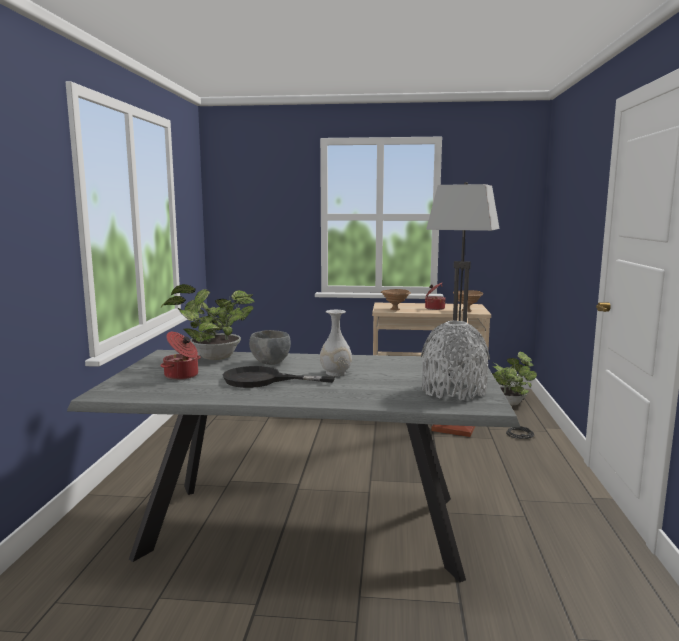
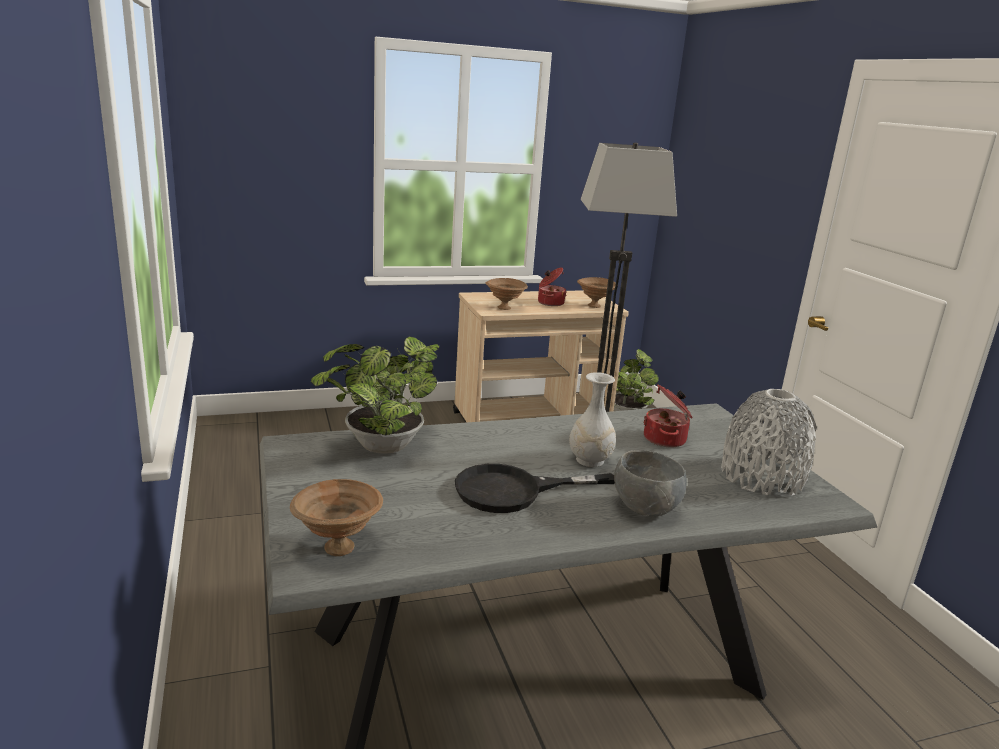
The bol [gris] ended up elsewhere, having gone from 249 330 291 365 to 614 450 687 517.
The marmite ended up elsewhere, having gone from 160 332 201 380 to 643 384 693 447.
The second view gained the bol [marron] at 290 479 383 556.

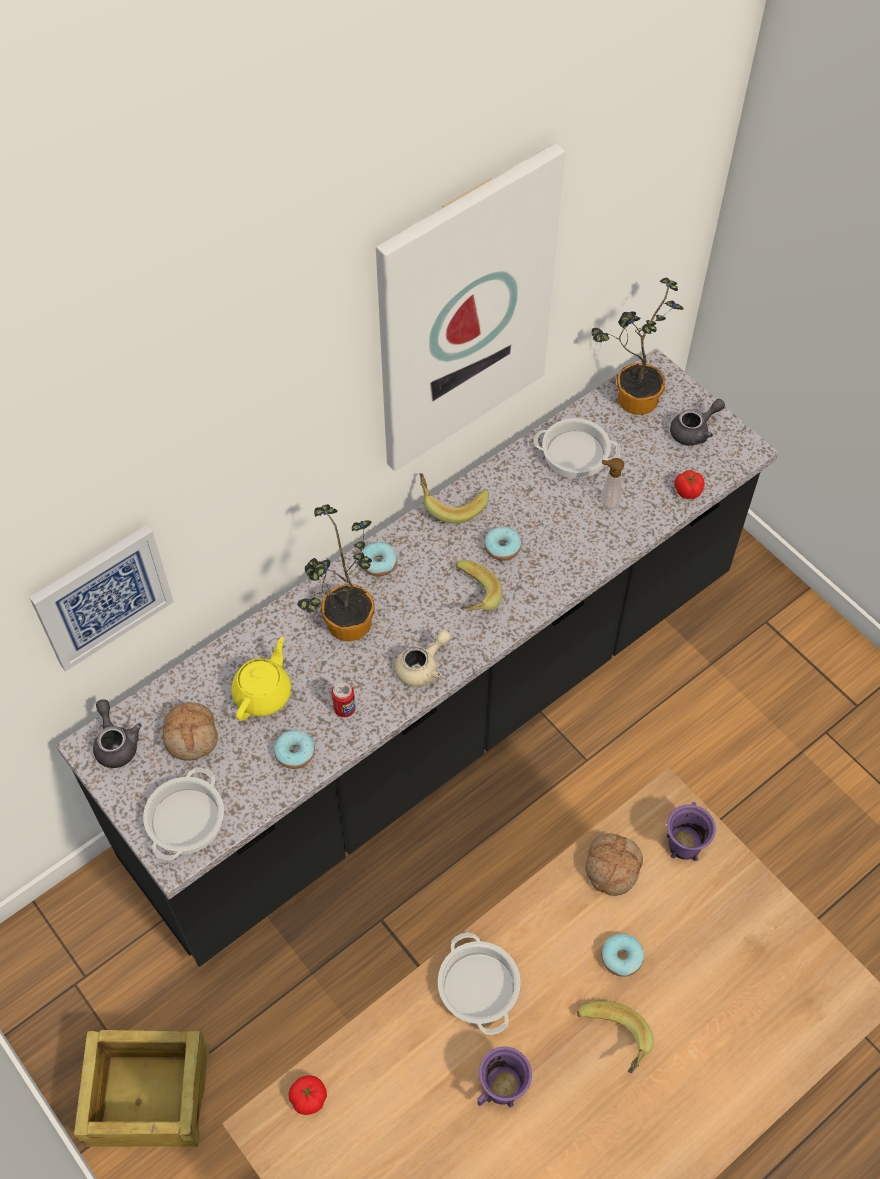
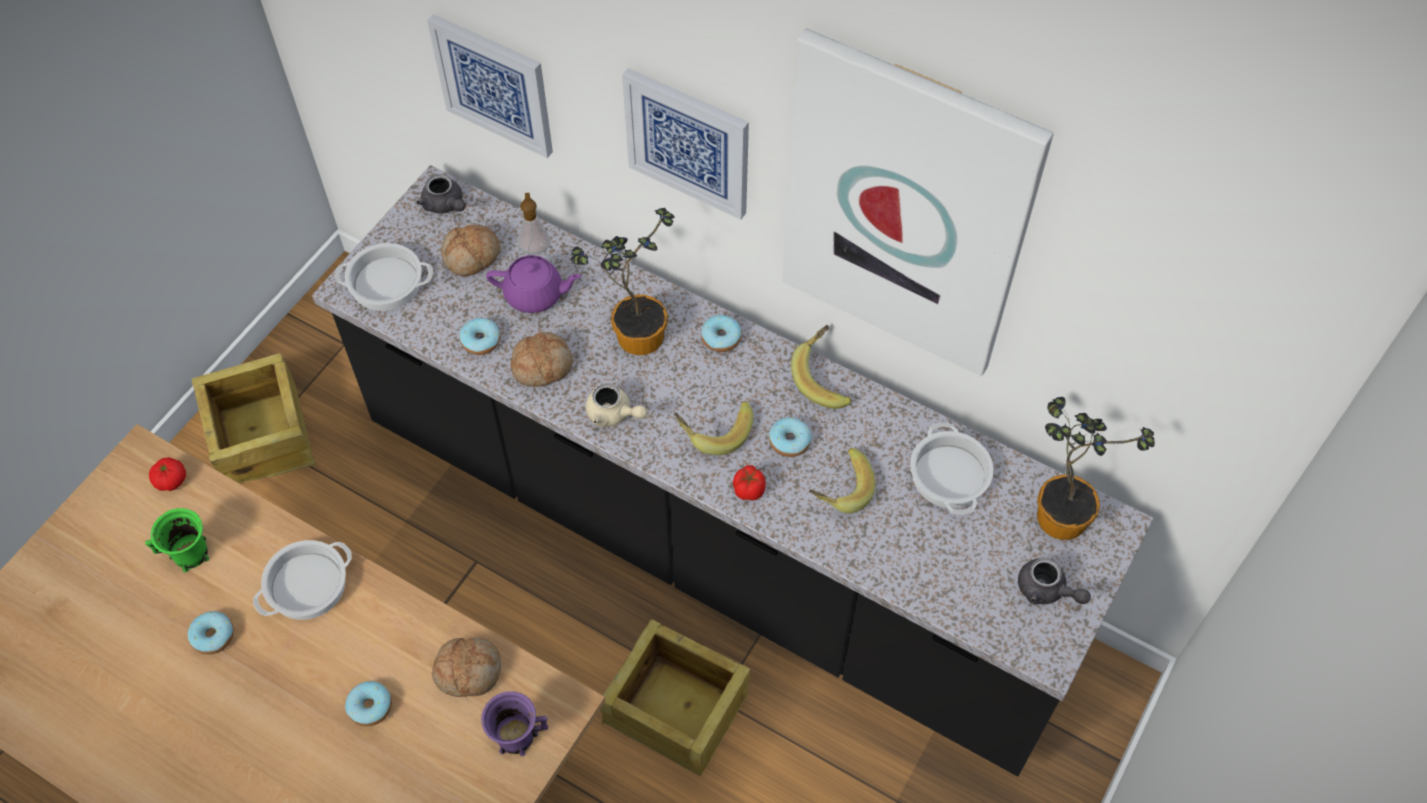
The distributeur de savon ended up elsewhere, having gone from 601 458 624 510 to 518 193 551 255.
The tomate ended up elsewhere, having gone from 674 470 704 499 to 733 465 766 501.
What was the théière [jaune] at 231 637 291 721 turned into the théière [violet] at 486 255 582 313.
Where the boîte métallique stood at 332 682 356 717, the pain came to stand at 510 332 572 387.
The théière [gris] at 93 699 142 768 ended up facing another way, 90 degrees clockwise from before.
The banane ended up elsewhere, having gone from 577 1001 654 1073 to 809 448 875 514.
Where the mug [violet] stood at 477 1046 532 1108, the beignet came to stand at 188 611 234 655.
The second view gained the tableau at 622 68 749 220.
The second view gained the mug [vert] at 145 508 209 572.
The second view gained the caisse at 600 619 750 776.

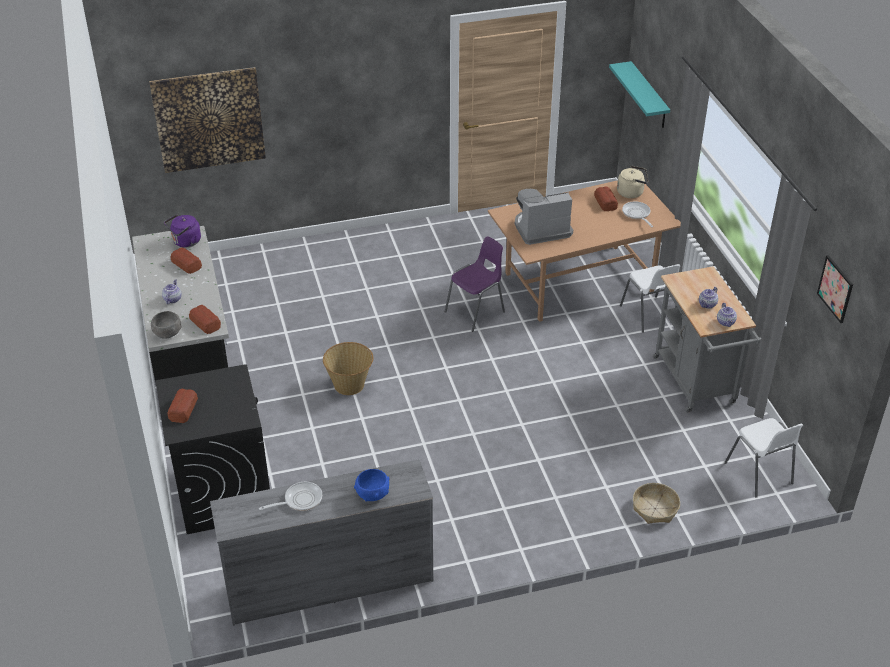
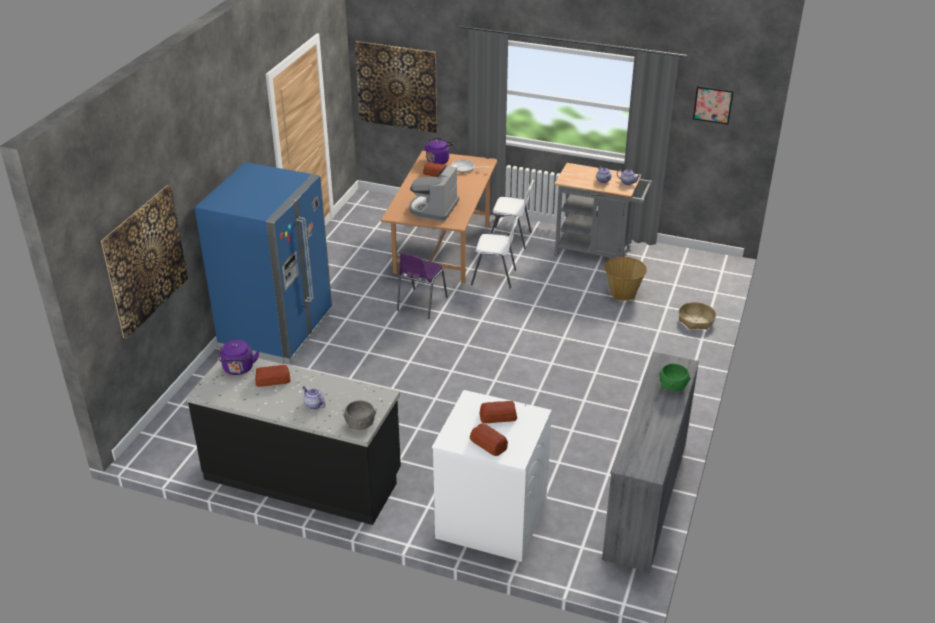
Where the étagère [turquoise] hung at 609 61 670 128, the tableau came to hang at 355 41 437 133.
What was the bouilloire [beige] at 617 166 648 198 turned into the bouilloire [violet] at 424 138 453 164.
The chaise [violet] at 445 236 505 332 ended up facing another way, 150 degrees counterclockwise from before.
The pain ended up elsewhere, having gone from 189 305 221 334 to 480 401 517 423.
The panier ended up elsewhere, having gone from 323 342 373 395 to 604 257 647 301.
What was the lave-linge [noir] at 155 364 270 534 turned into the lave-linge [blanc] at 432 390 552 562.
The chaise [blanc] ended up elsewhere, having gone from 724 418 803 498 to 471 216 518 289.
What was the bol [bleu] at 354 469 390 501 turned into the bol [vert] at 659 364 691 392.
The second view lost the poêle at 259 482 322 511.
The second view gained the réfrigérateur [bleu] at 194 162 332 364.

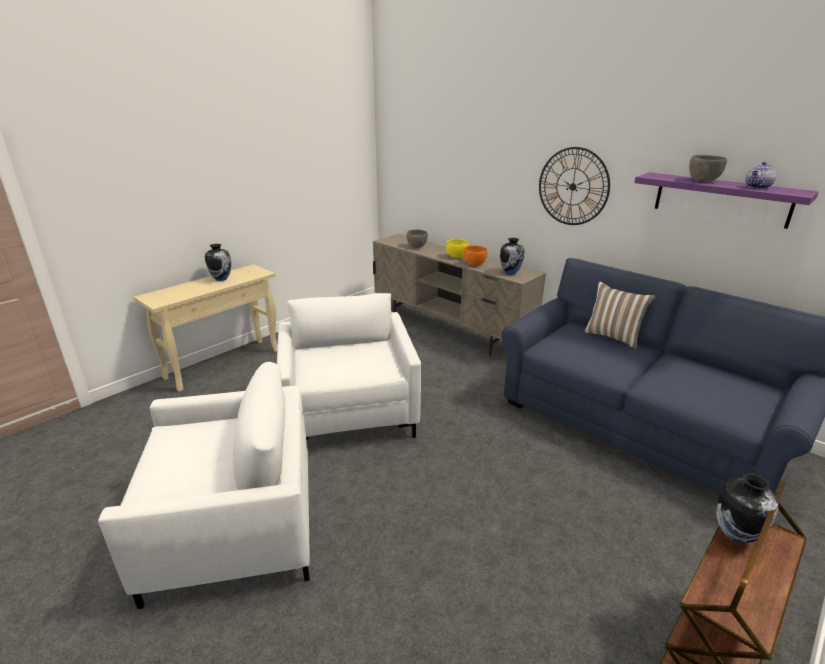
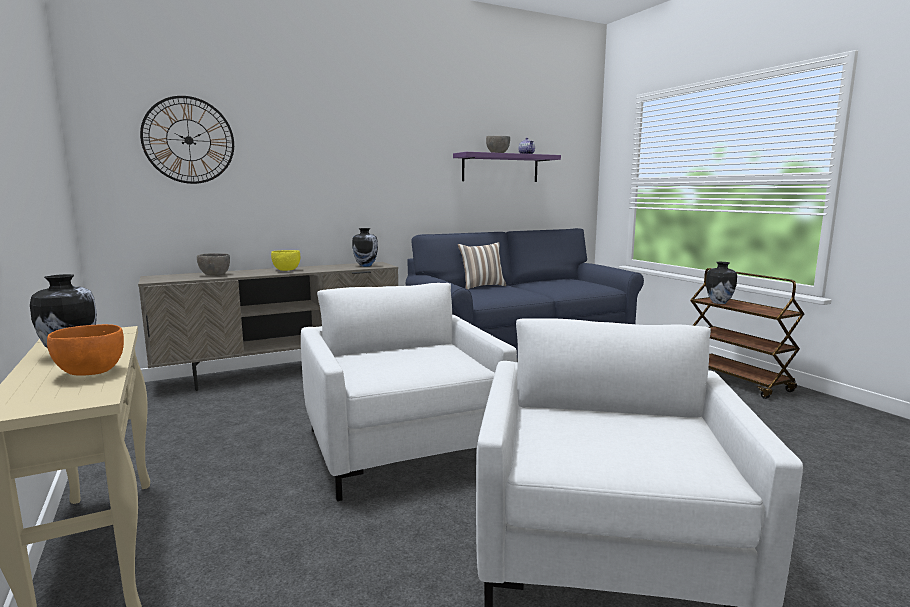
The horloge murale ended up elsewhere, having gone from 539 147 610 225 to 140 96 234 184.
The bol [orange] ended up elsewhere, having gone from 463 245 488 266 to 47 324 124 376.
The fauteuil [blanc] at 277 293 421 440 ended up facing another way, 60 degrees clockwise from before.

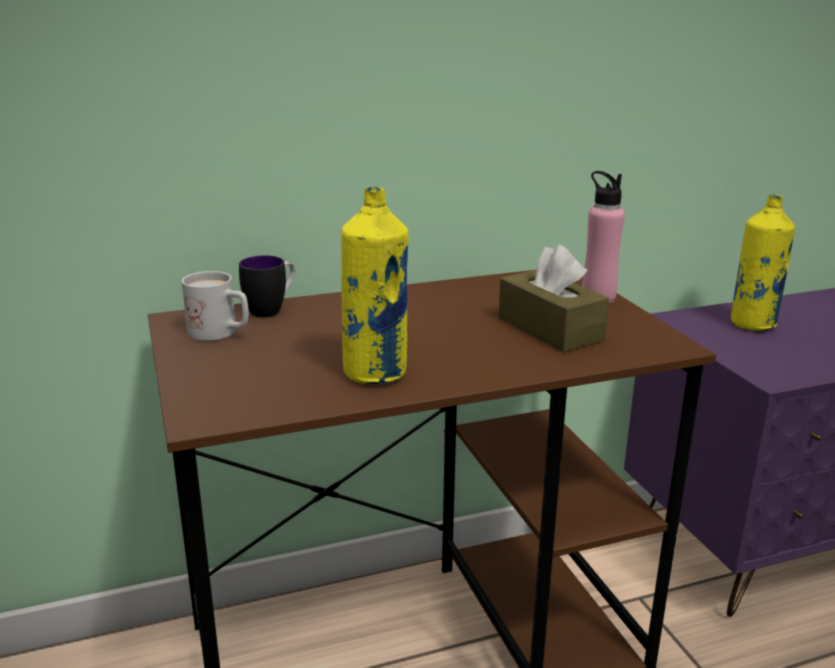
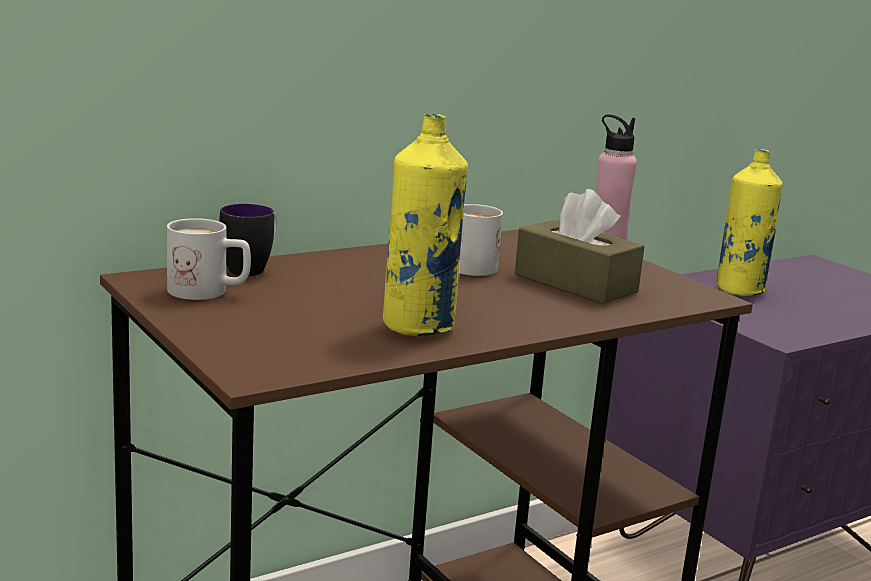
The second view gained the mug [blanc] at 459 204 503 276.

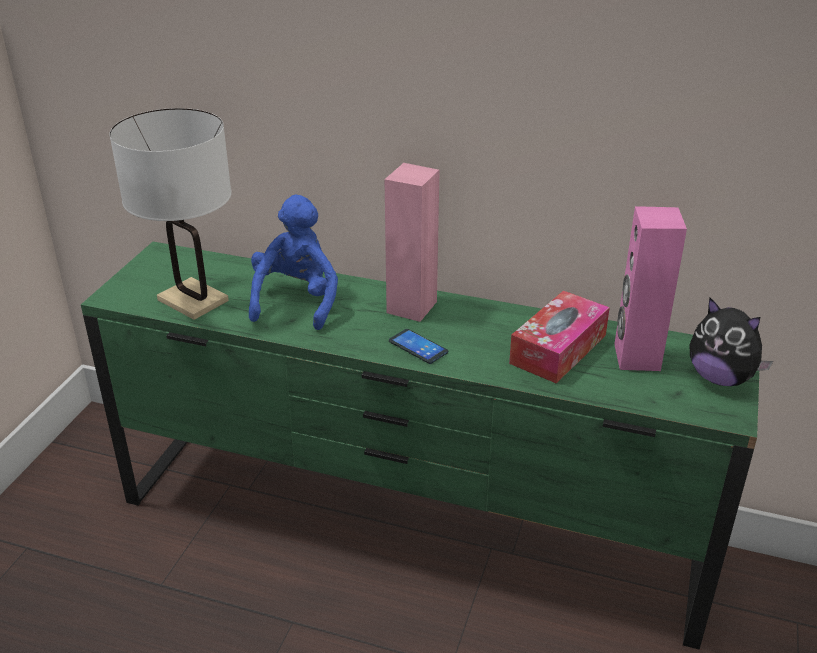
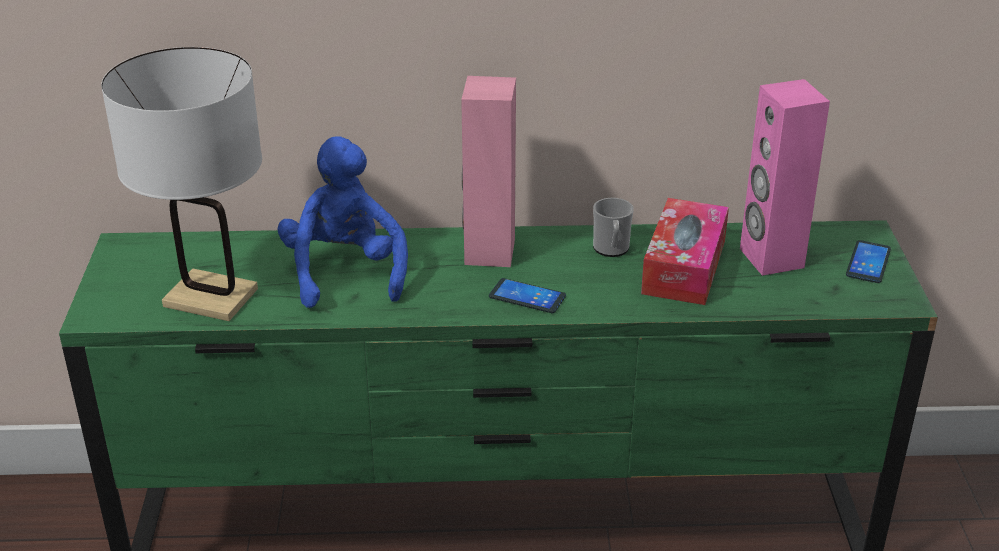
Where the peluche stood at 689 297 773 386, the téléphone came to stand at 846 240 891 283.
The second view gained the mug at 593 198 634 257.

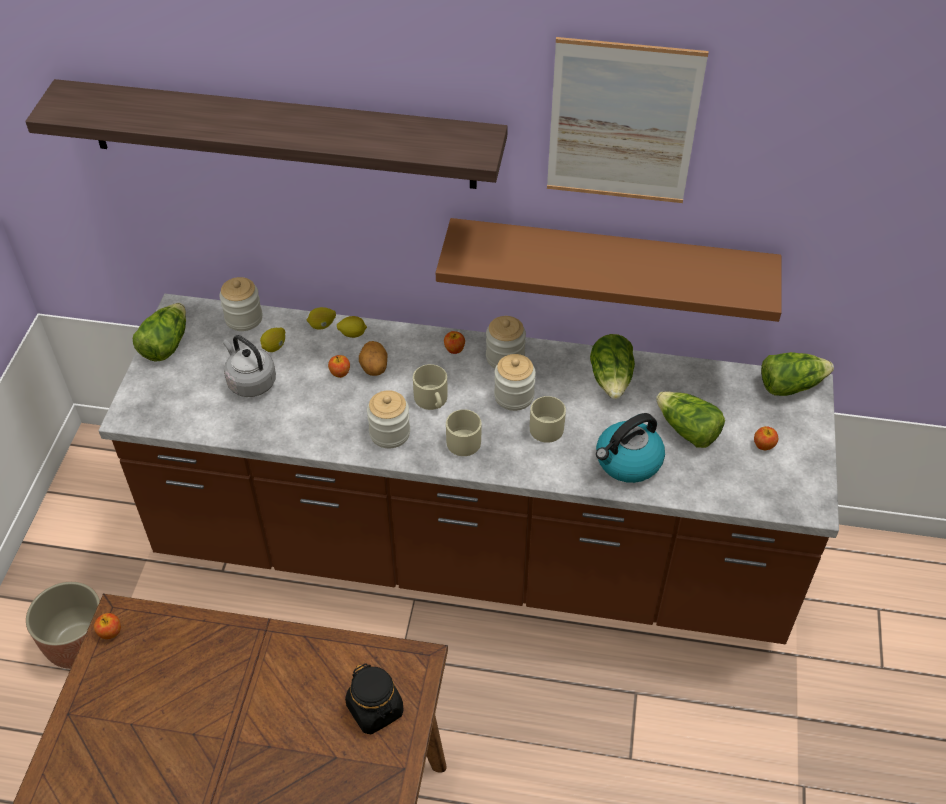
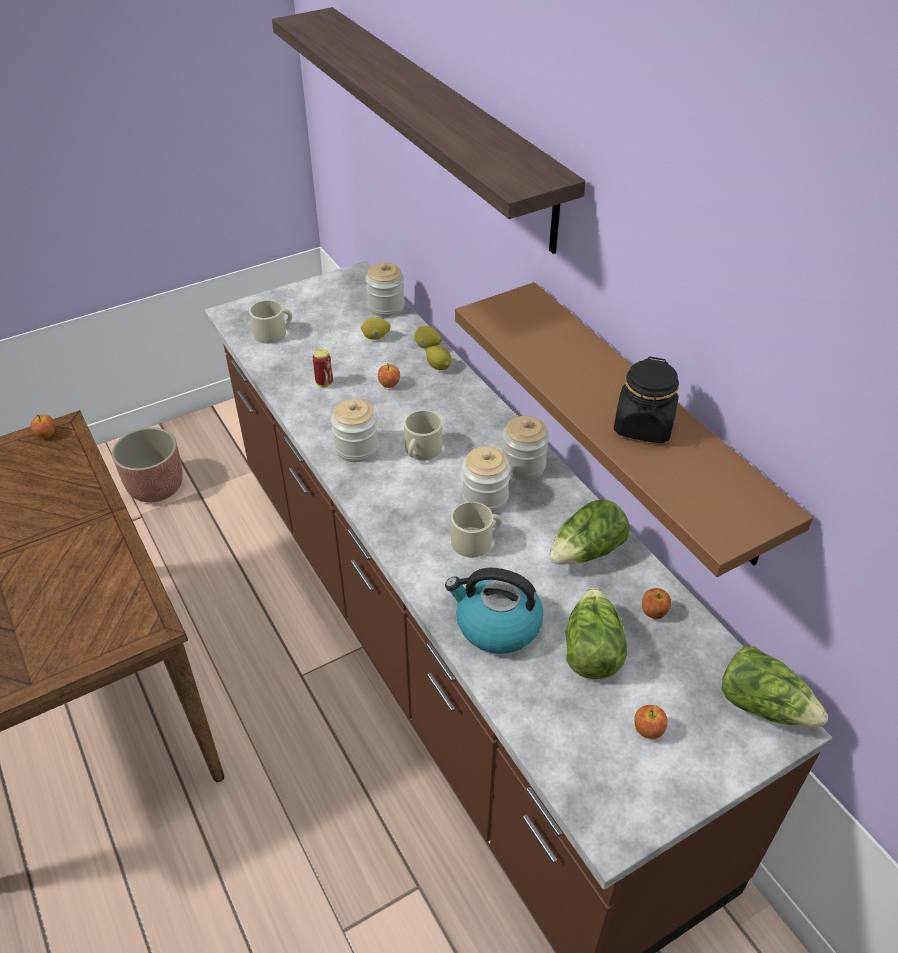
The second view lost the tableau at 547 37 709 203.
The second view lost the laitue at 133 303 186 362.
The pomme ended up elsewhere, having gone from 444 331 465 354 to 642 588 672 619.
The second view lost the bouilloire [gris] at 223 335 276 397.
The second view lost the pomme de terre at 359 341 388 376.
The mug [beige] ended up elsewhere, having gone from 446 409 481 456 to 249 301 292 344.
The bocal [noir] ended up elsewhere, having gone from 345 663 403 734 to 614 357 679 443.
The second view gained the boîte métallique at 312 349 333 387.

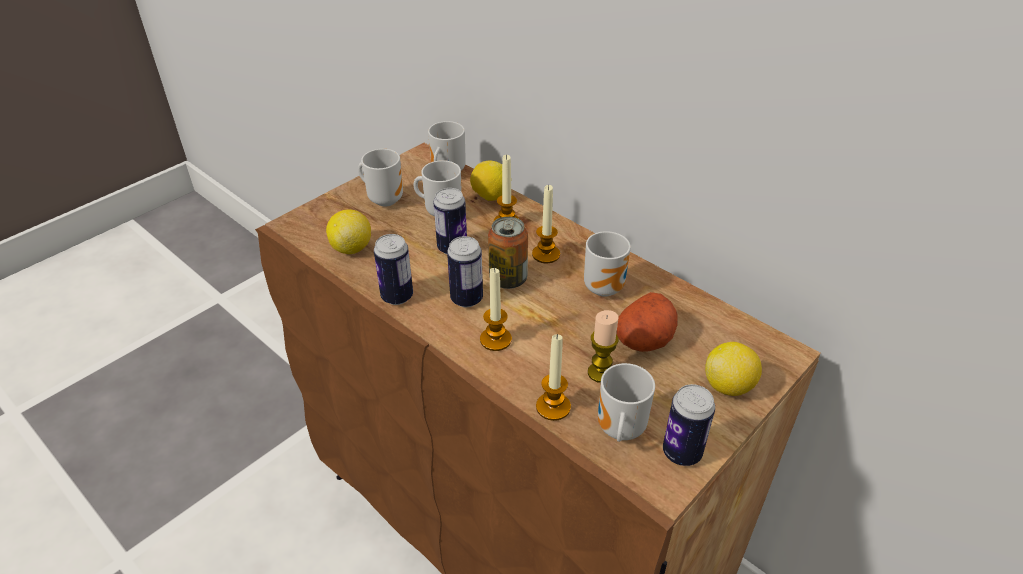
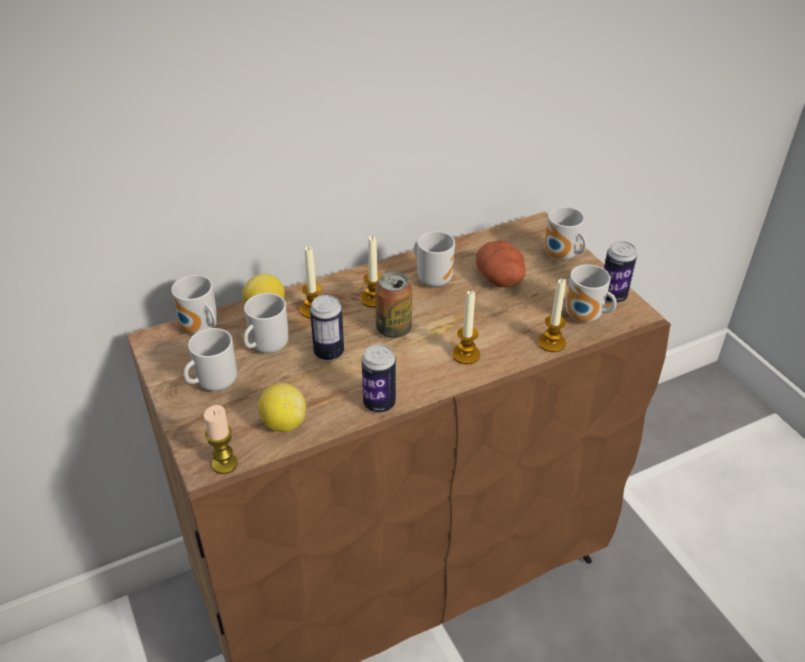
The second view lost the boîte métallique at 447 236 483 307.
The bougie ended up elsewhere, having gone from 588 310 619 383 to 204 405 238 474.
Where the citron stood at 705 342 762 396, the mug came to stand at 544 207 587 261.

